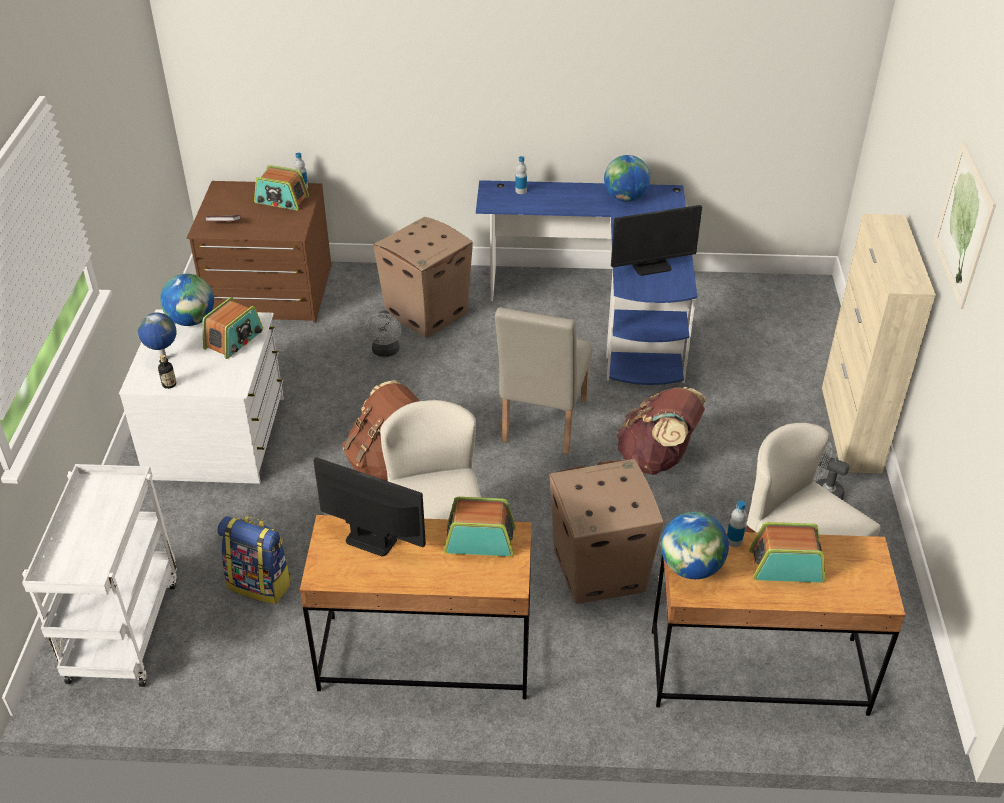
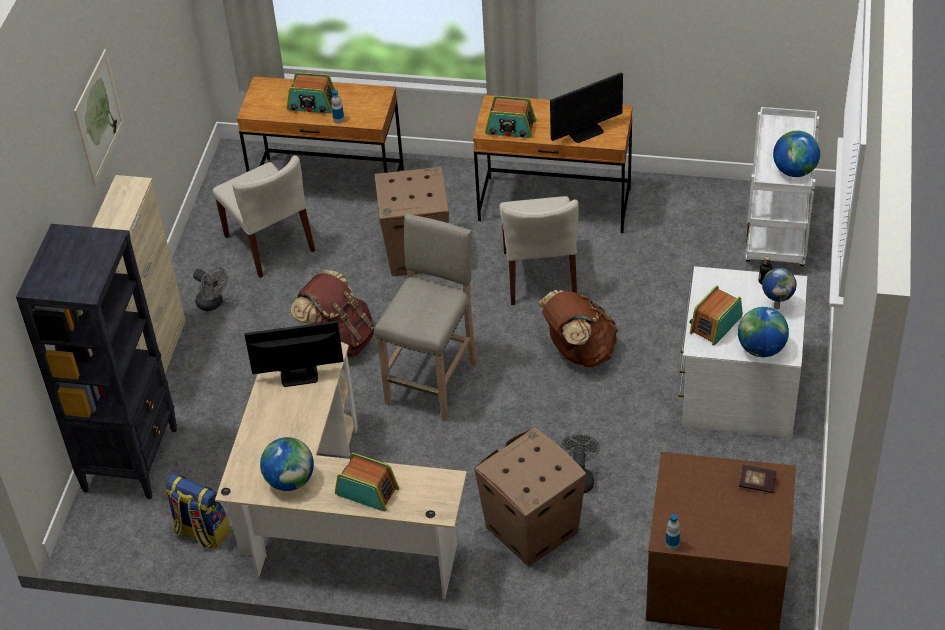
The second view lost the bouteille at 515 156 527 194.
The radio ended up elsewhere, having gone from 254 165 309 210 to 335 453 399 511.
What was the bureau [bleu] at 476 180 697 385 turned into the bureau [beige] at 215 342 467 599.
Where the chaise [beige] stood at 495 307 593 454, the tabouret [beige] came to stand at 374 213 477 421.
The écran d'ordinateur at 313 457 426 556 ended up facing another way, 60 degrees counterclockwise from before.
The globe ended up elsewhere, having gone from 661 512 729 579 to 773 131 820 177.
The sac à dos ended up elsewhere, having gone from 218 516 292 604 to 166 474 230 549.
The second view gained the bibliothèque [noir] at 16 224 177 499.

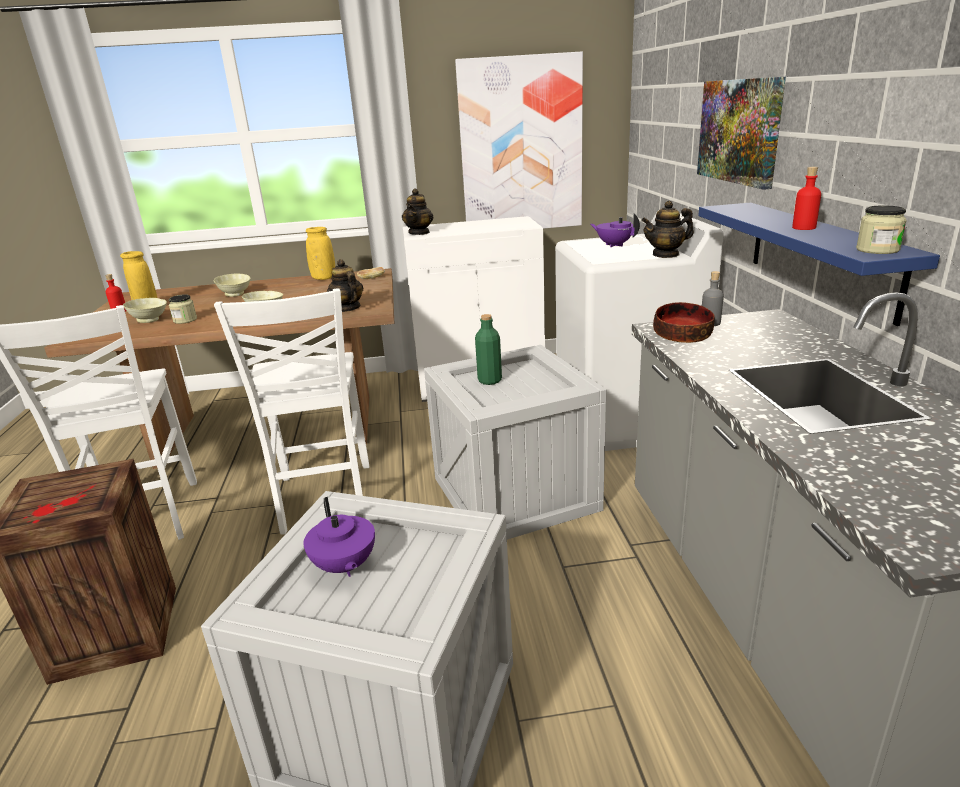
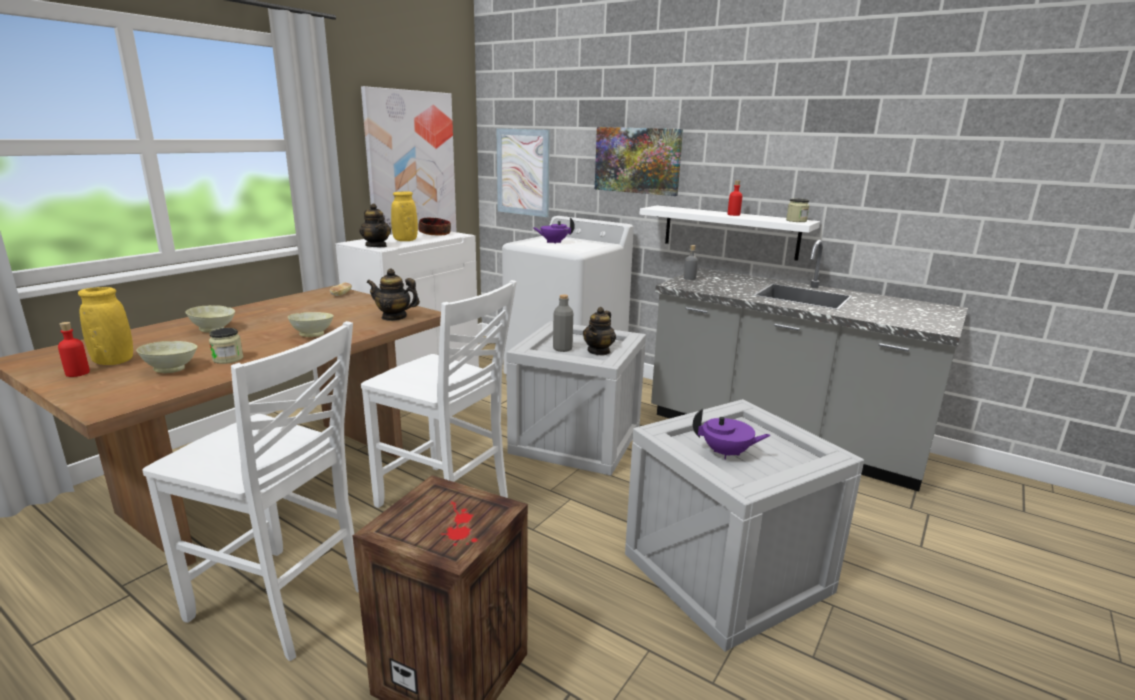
The théière ended up elsewhere, having gone from 641 200 694 258 to 583 307 616 356.
What was the étagère [bleu] at 698 203 940 326 turned into the étagère [blanc] at 639 205 820 261.
The vase [jaune] ended up elsewhere, having gone from 306 227 335 280 to 391 191 418 241.
The bol ended up elsewhere, having gone from 653 302 715 343 to 418 218 451 236.
What was the bouteille [vert] at 475 314 502 385 turned into the bouteille [gris] at 553 294 573 352.
The second view gained the tableau at 496 128 550 217.

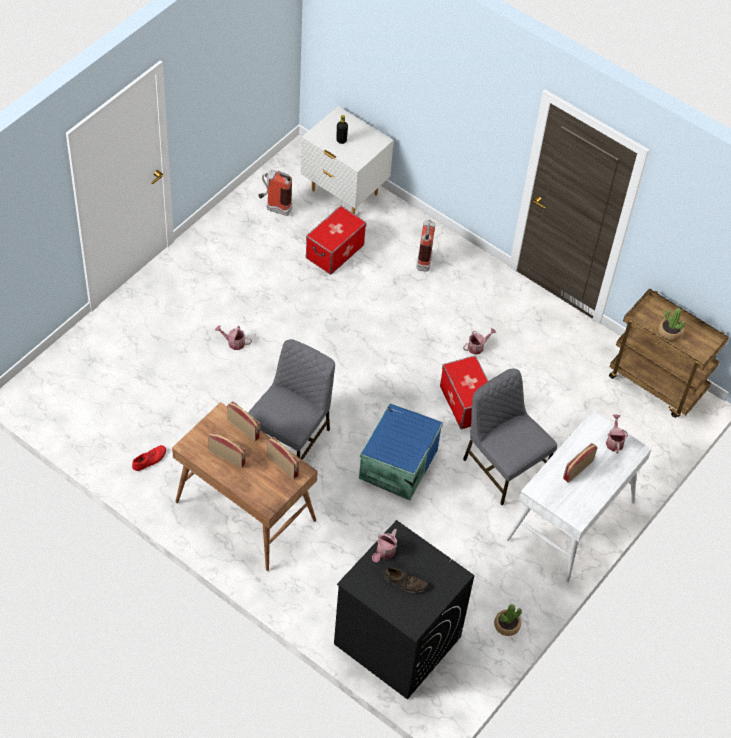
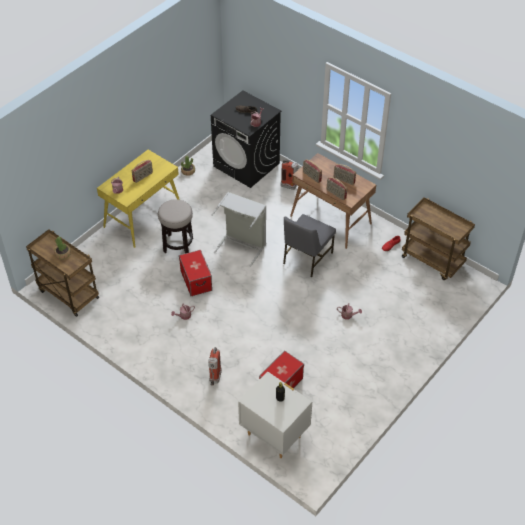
The extincteur ended up elsewhere, having gone from 258 170 292 216 to 281 159 300 190.
Where the chaise [gris] stood at 463 368 557 505, the tabouret came to stand at 158 199 193 253.
Where the boîte de rangement [bleu] stood at 359 403 443 501, the panier à linge [gris] came to stand at 212 192 266 267.
What was the bureau [blanc] at 506 410 652 583 turned into the bureau [jaune] at 97 150 180 248.
The second view gained the chariot [marron] at 402 197 475 280.

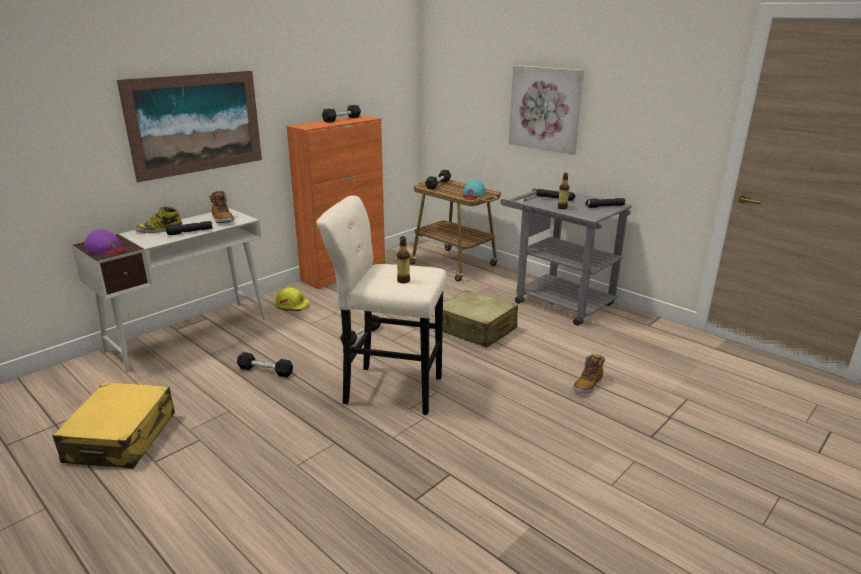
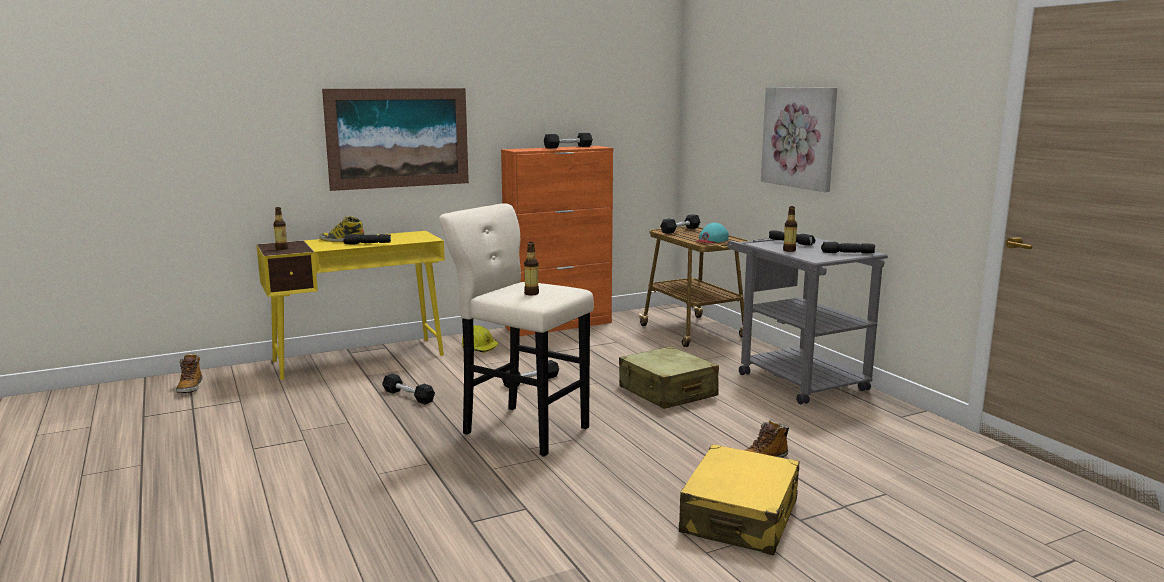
The botte ended up elsewhere, having gone from 210 190 234 223 to 176 354 202 393.
What was the bureau [blanc] at 71 208 266 372 turned into the bureau [jaune] at 256 231 445 380.
Where the casquette [violet] stood at 84 229 126 254, the bouteille came to stand at 273 207 288 250.
The valise [jaune] ended up elsewhere, having gone from 52 382 175 469 to 679 444 800 555.

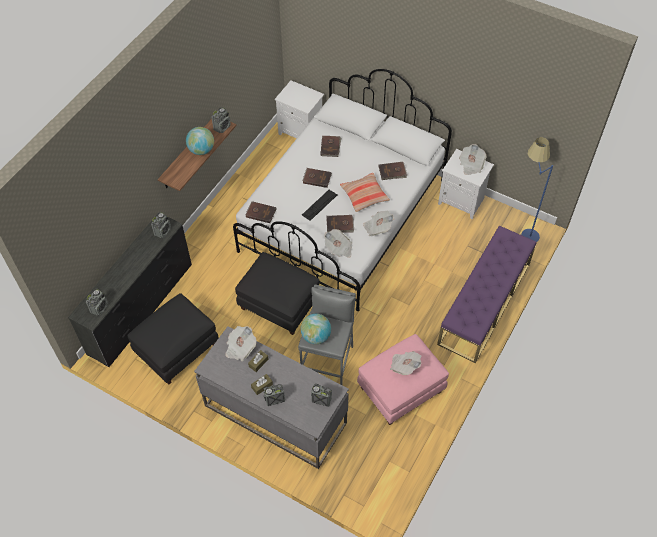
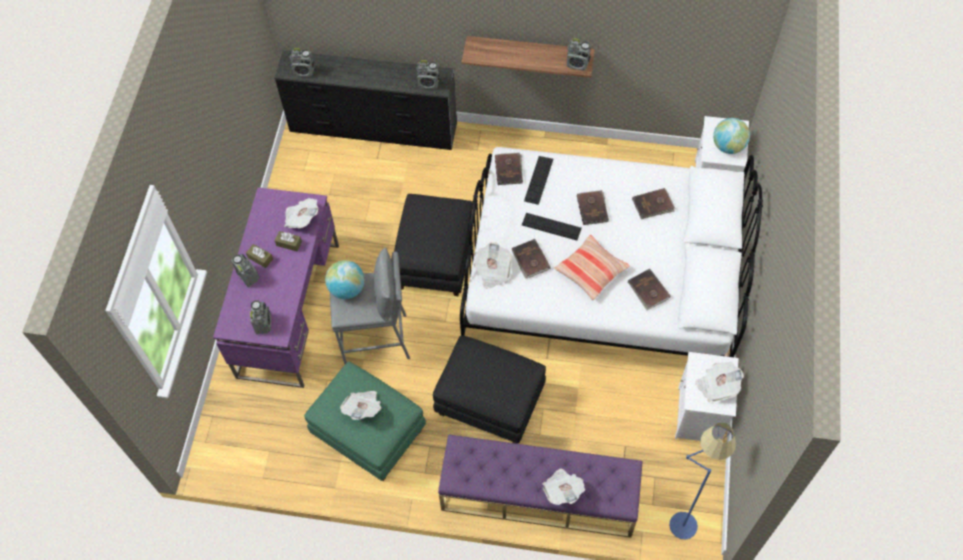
The globe ended up elsewhere, having gone from 186 127 214 155 to 713 118 750 154.
The journal ended up elsewhere, having gone from 363 210 394 236 to 542 468 585 505.
The pouf [noir] ended up elsewhere, having gone from 127 293 219 385 to 433 335 546 444.
What was the bureau [gris] at 194 326 349 469 turned into the bureau [violet] at 213 187 339 388.
What was the pouf [rose] at 357 334 449 425 turned into the pouf [vert] at 304 362 426 481.
The second view gained the clavier at 524 156 553 205.

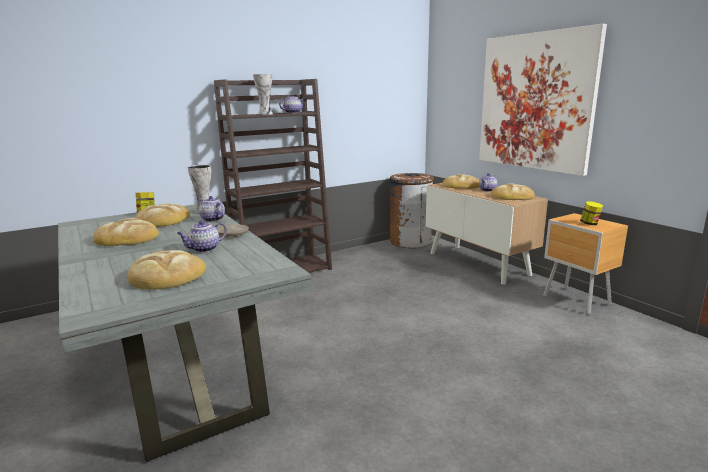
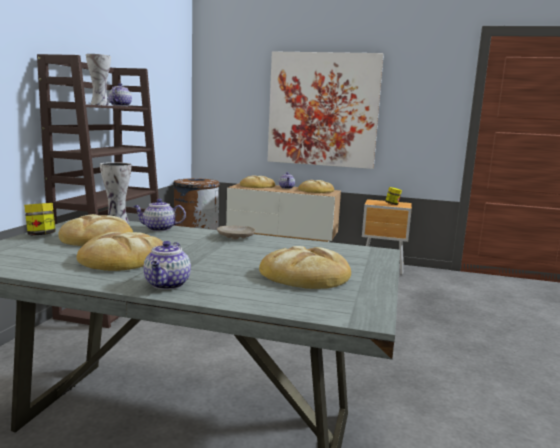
The théière ended up elsewhere, having gone from 177 220 227 252 to 143 241 191 290.

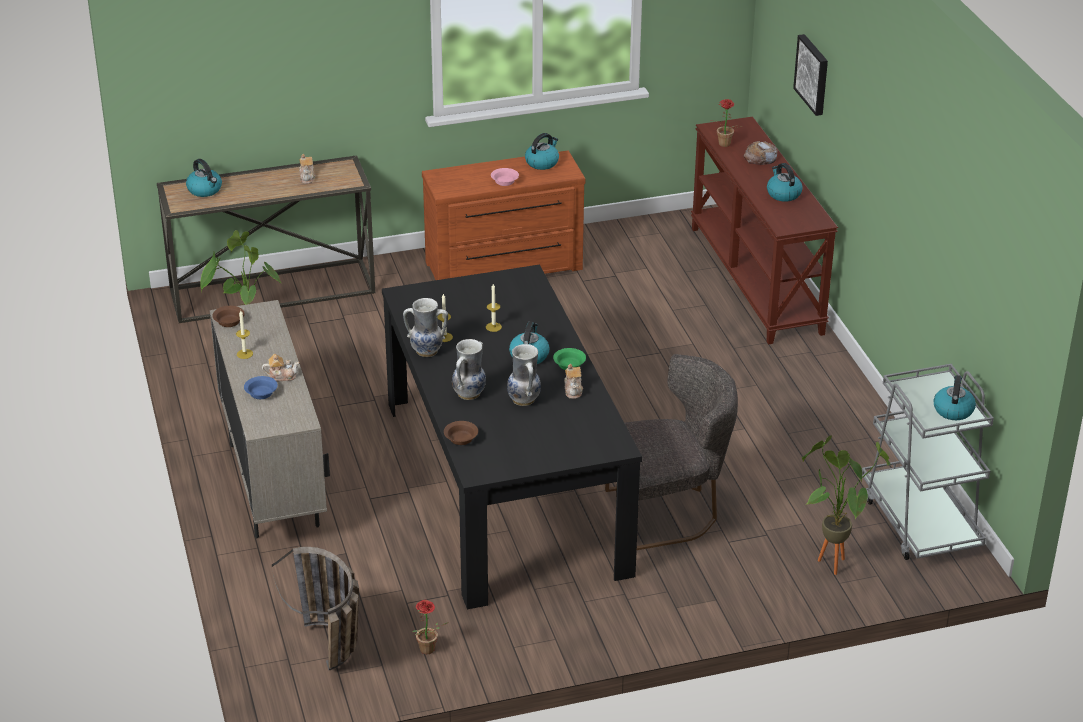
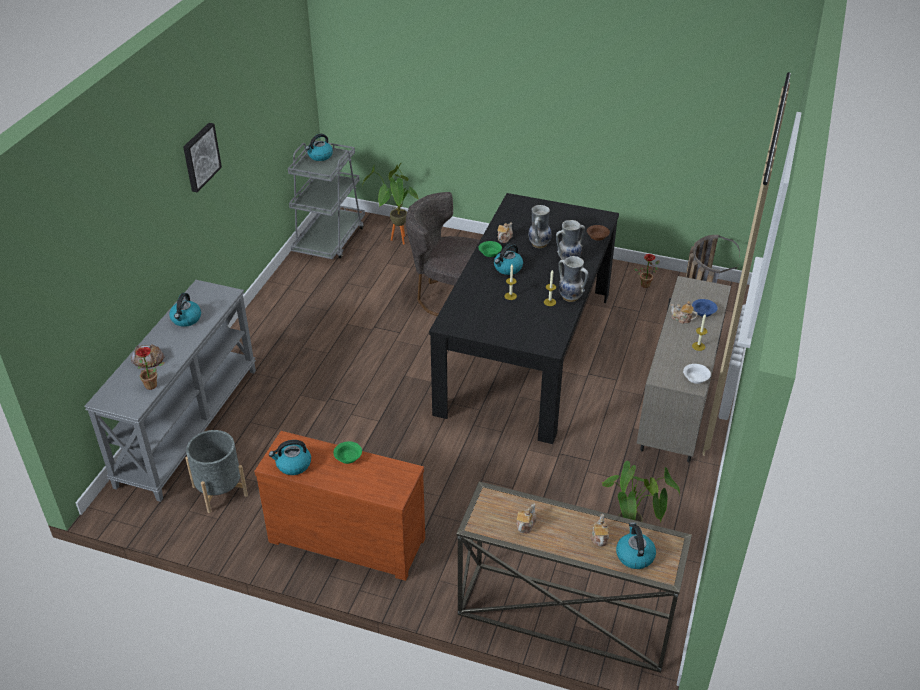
The tableau ended up elsewhere, having gone from 793 34 828 116 to 183 123 222 192.
What was the table console [marron] at 691 117 838 345 turned into the table console [gris] at 84 280 256 502.
What was the bol [rose] at 491 168 519 186 turned into the bol [vert] at 333 441 362 464.
What was the bol [marron] at 212 306 245 327 turned into the bol [blanc] at 683 364 711 384.
The second view gained the cache-pot [gris] at 186 430 248 513.
The second view gained the théière at 591 514 609 546.

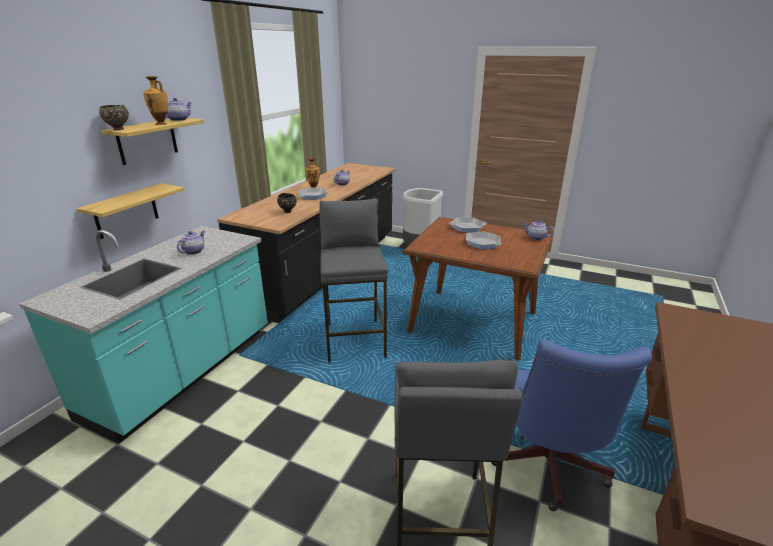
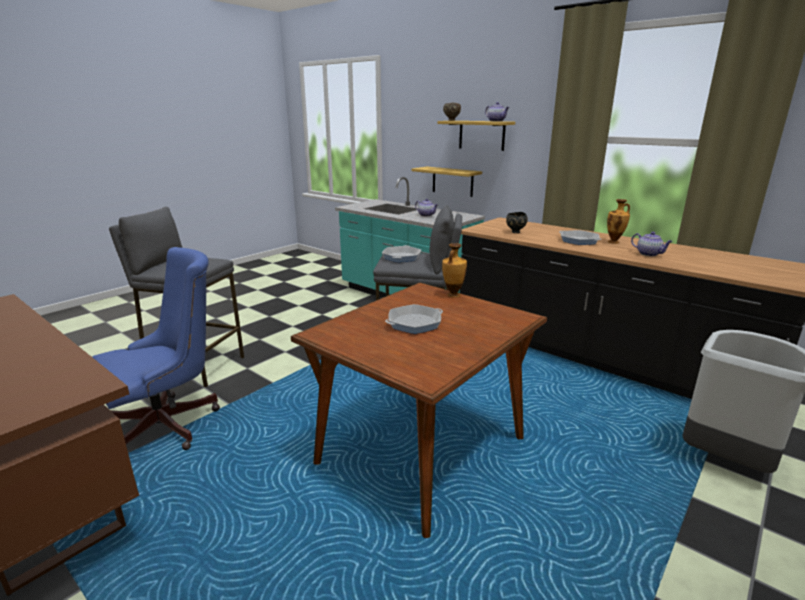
The vase ended up elsewhere, having gone from 143 76 168 125 to 442 243 467 298.
The poêle ended up elsewhere, having gone from 449 217 487 232 to 382 245 421 262.
The second view lost the théière at 523 220 554 240.
The chaise de bureau [bleu] at 491 339 652 511 ended up facing another way, 120 degrees clockwise from before.

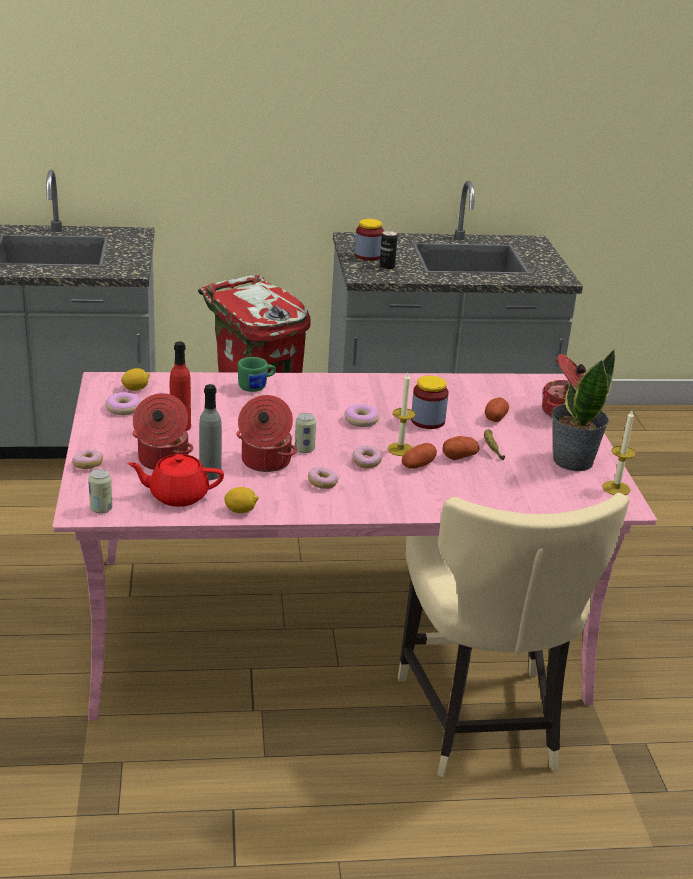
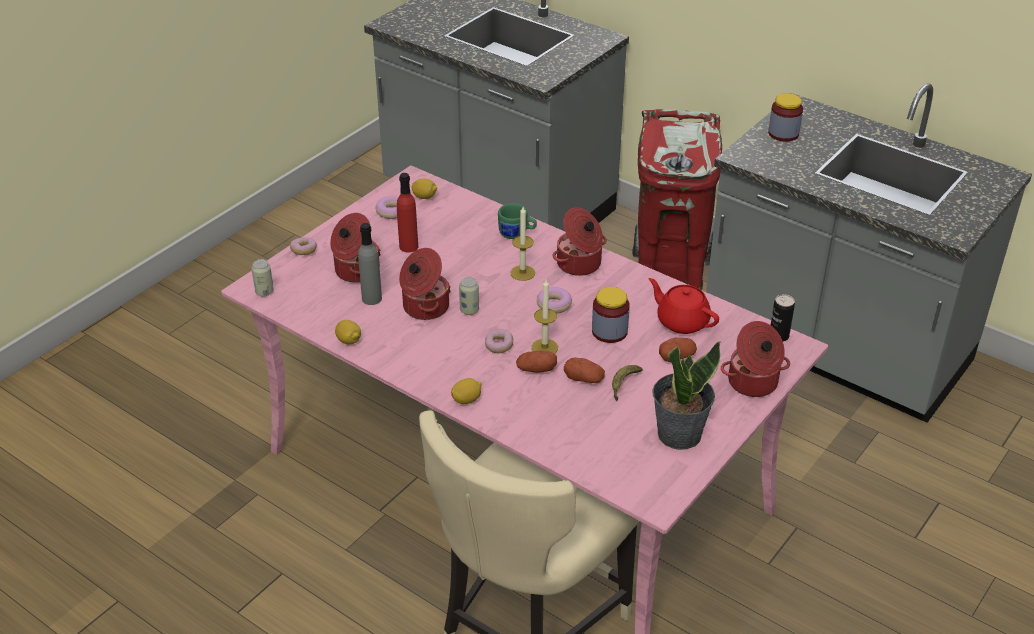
The boîte métallique ended up elsewhere, having gone from 380 230 397 270 to 771 294 795 342.
The bougie ended up elsewhere, having gone from 602 410 636 495 to 510 207 535 281.
The théière [rouge] ended up elsewhere, having gone from 127 454 224 507 to 649 278 719 334.
The second view lost the beignet at 308 467 338 489.
The second view gained the marmite at 553 207 607 276.
The second view gained the citron at 451 378 482 404.

